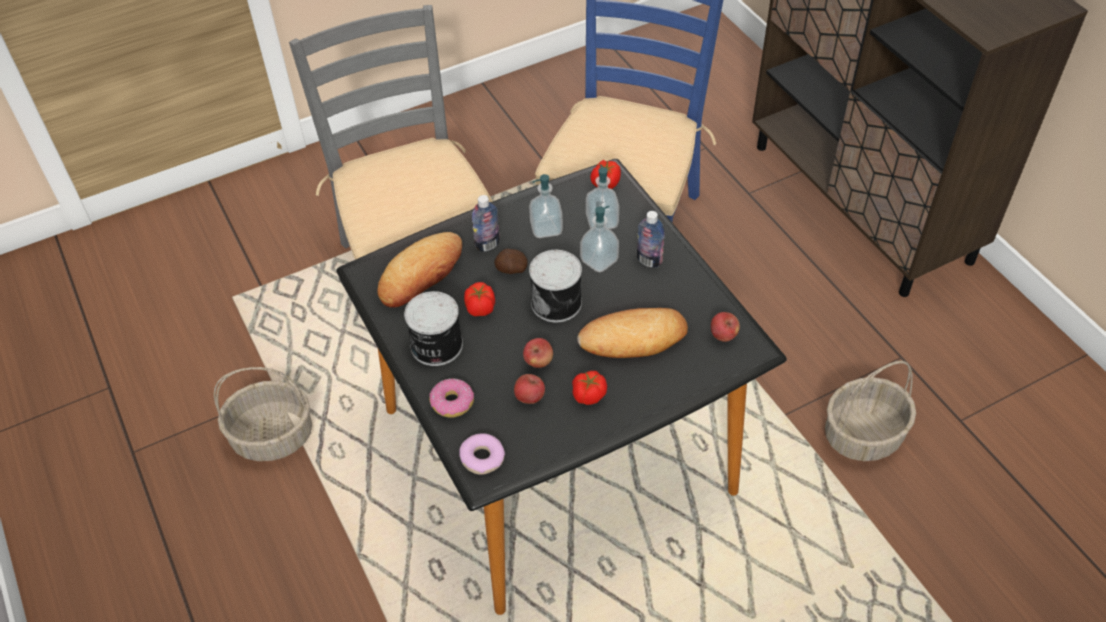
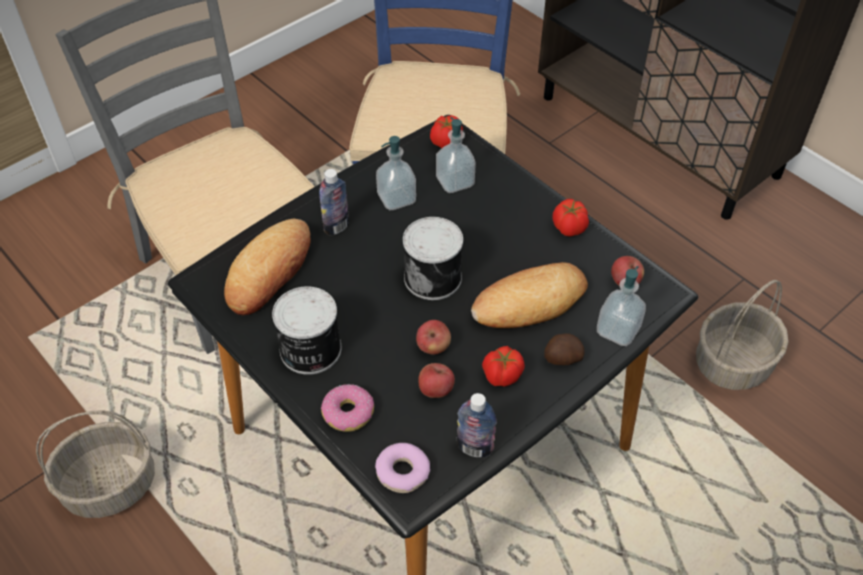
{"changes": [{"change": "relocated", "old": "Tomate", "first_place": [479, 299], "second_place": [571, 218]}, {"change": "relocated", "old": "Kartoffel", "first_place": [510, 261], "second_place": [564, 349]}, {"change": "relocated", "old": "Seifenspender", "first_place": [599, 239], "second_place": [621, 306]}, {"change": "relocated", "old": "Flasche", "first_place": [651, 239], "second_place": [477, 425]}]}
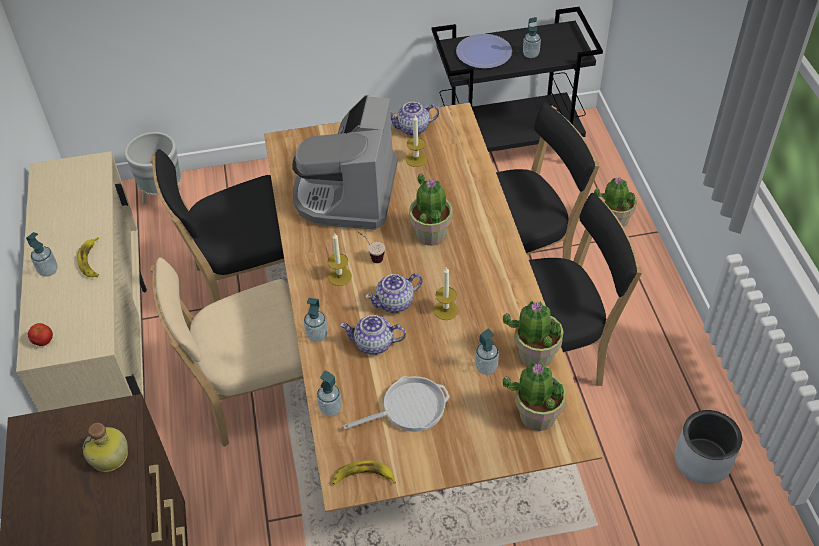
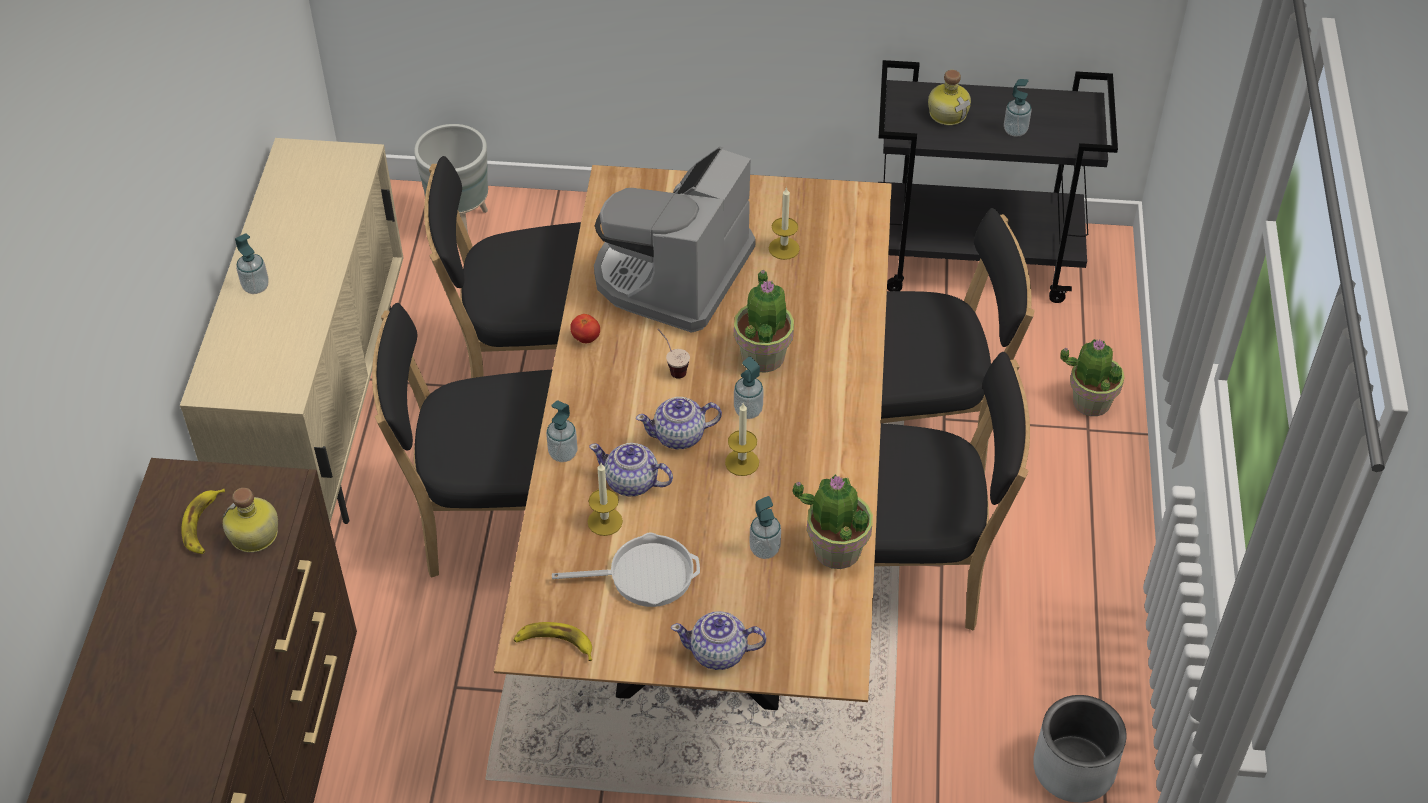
{"changes": [{"change": "relocated", "old": "Tomate", "first_place": [40, 334], "second_place": [585, 328]}, {"change": "relocated", "old": "Banane", "first_place": [88, 257], "second_place": [203, 521]}, {"change": "colour", "old": "Stuhl [beige]", "new": "Stuhl [schwarz]", "first_place": [227, 352], "second_place": [462, 440]}, {"change": "relocated", "old": "Seifenspender", "first_place": [329, 394], "second_place": [749, 388]}, {"change": "relocated", "old": "Kerze", "first_place": [340, 259], "second_place": [605, 499]}, {"change": "relocated", "old": "Teekanne", "first_place": [415, 119], "second_place": [718, 640]}, {"change": "exchanged", "old": "Teller", "new": "Flasche", "first_place": [484, 51], "second_place": [949, 97]}, {"change": "missing", "old": "Topfpflanze", "first_place": [534, 397]}]}
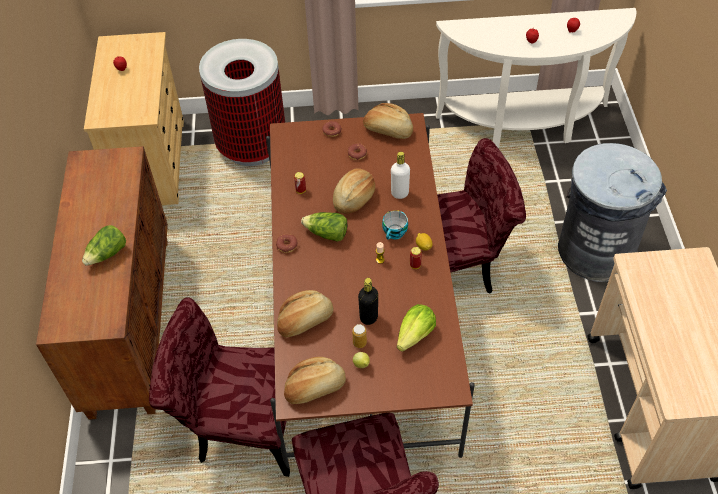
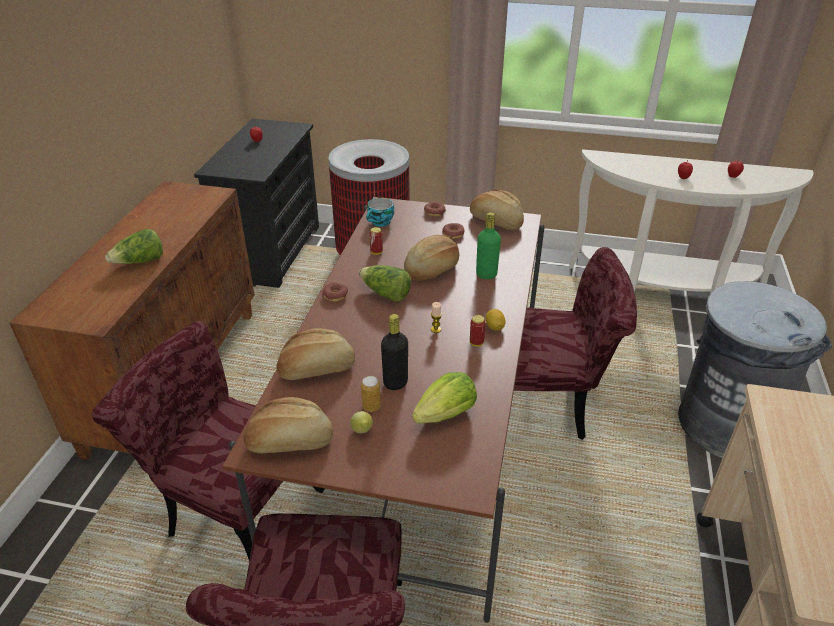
{"changes": [{"change": "colour", "old": "Kommode [beige]", "new": "Kommode [schwarz]", "first_place": [134, 118], "second_place": [256, 203]}, {"change": "relocated", "old": "Tasse", "first_place": [395, 225], "second_place": [380, 212]}, {"change": "colour", "old": "Flasche [weiß]", "new": "Flasche [grün]", "first_place": [400, 175], "second_place": [488, 245]}]}
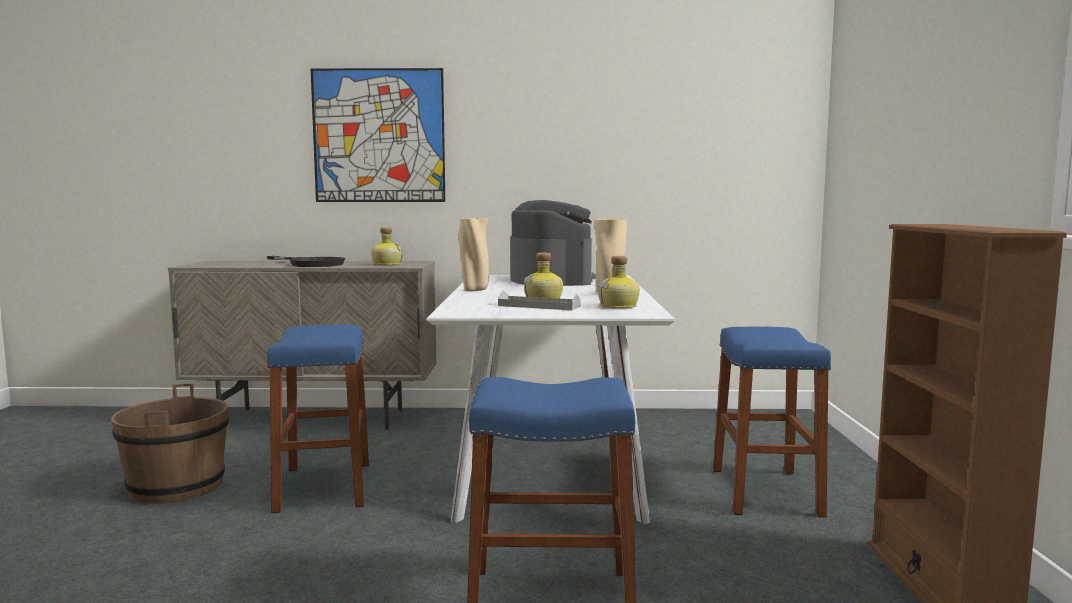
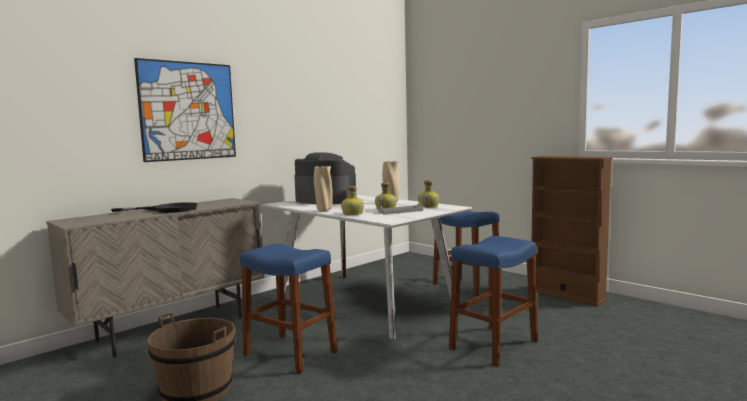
{"changes": [{"change": "relocated", "old": "Flasche", "first_place": [387, 246], "second_place": [352, 200]}]}
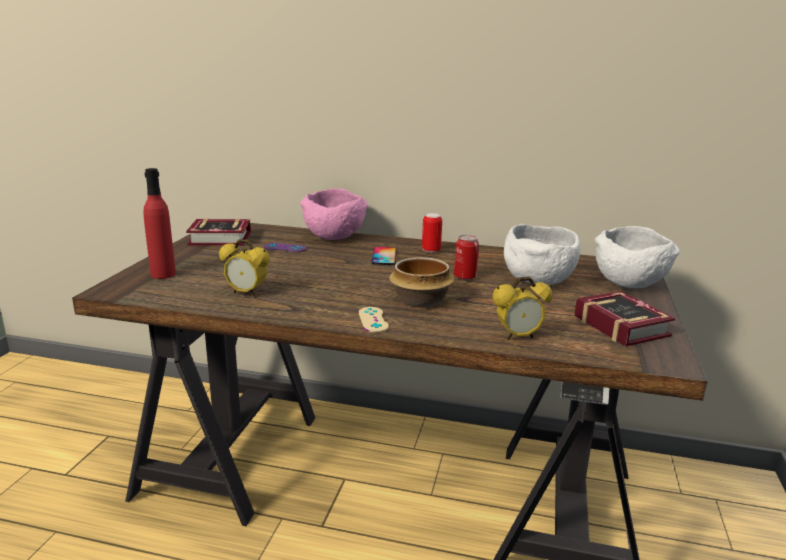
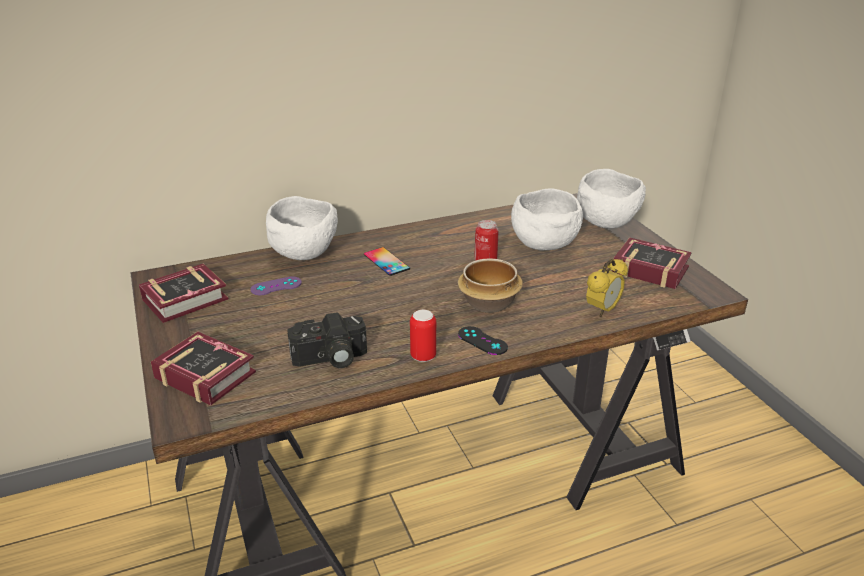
{"changes": [{"change": "exchanged", "old": "Flasche [rot]", "new": "Buch", "first_place": [159, 223], "second_place": [203, 368]}, {"change": "exchanged", "old": "Wecker", "new": "Kamera", "first_place": [244, 268], "second_place": [327, 340]}, {"change": "colour", "old": "Schüssel [rosa]", "new": "Schüssel [weiß]", "first_place": [334, 214], "second_place": [302, 228]}, {"change": "colour", "old": "Gamepad [beige]", "new": "Gamepad [schwarz]", "first_place": [374, 320], "second_place": [483, 340]}, {"change": "relocated", "old": "Dose", "first_place": [432, 233], "second_place": [423, 336]}]}
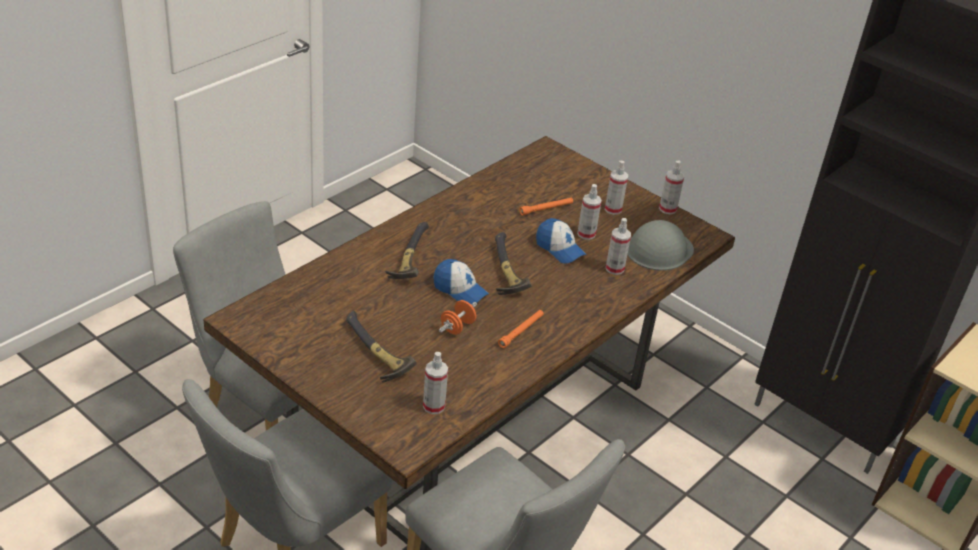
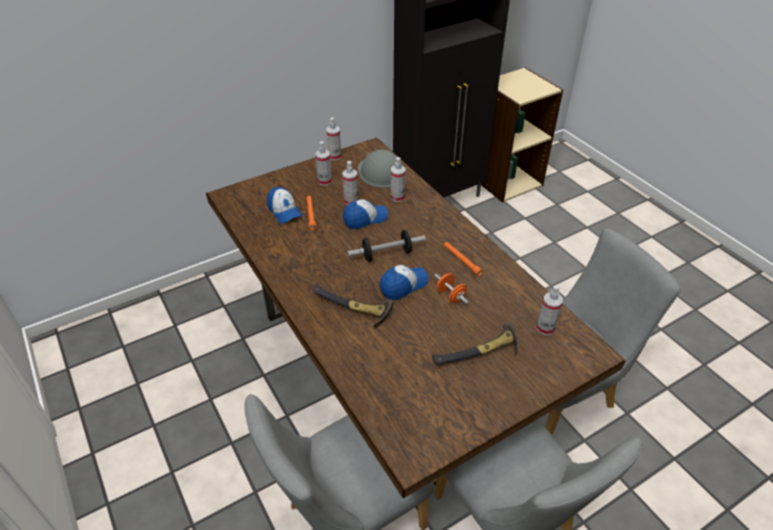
{"changes": [{"change": "exchanged", "old": "Hammer", "new": "Hantel", "first_place": [513, 263], "second_place": [387, 246]}, {"change": "appeared", "new": "Kappe", "second_place": [285, 205]}]}
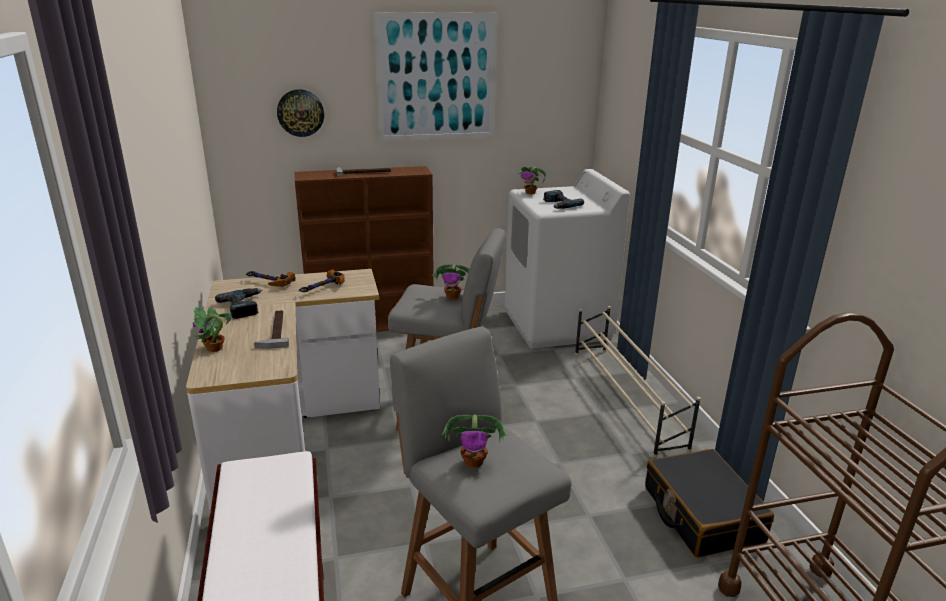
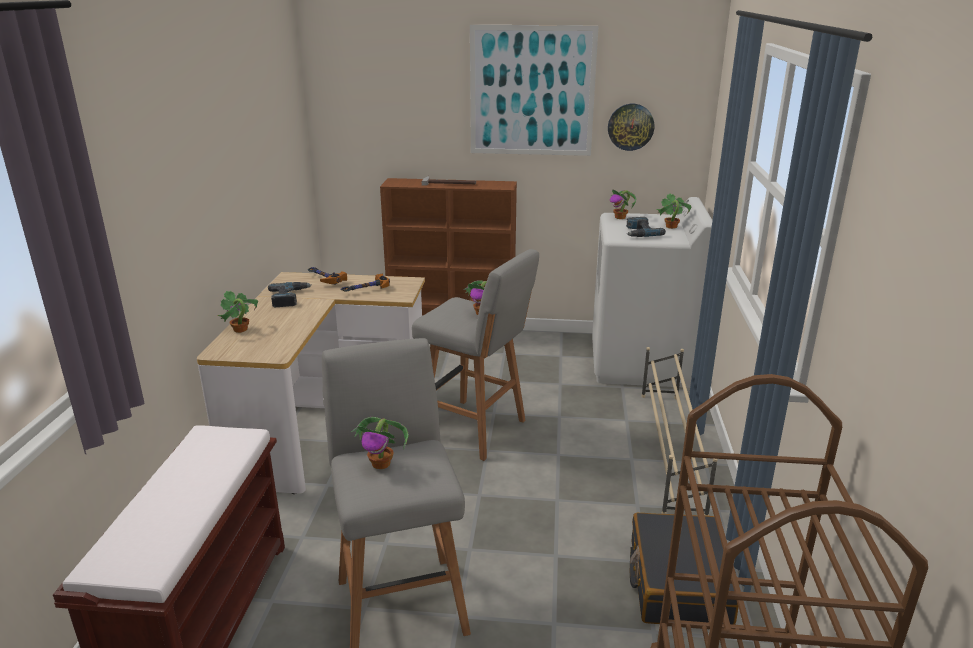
{"changes": [{"change": "missing", "old": "Hammer", "first_place": [271, 329]}, {"change": "relocated", "old": "Wanduhr", "first_place": [300, 113], "second_place": [631, 127]}, {"change": "appeared", "new": "Topfpflanze", "second_place": [674, 211]}]}
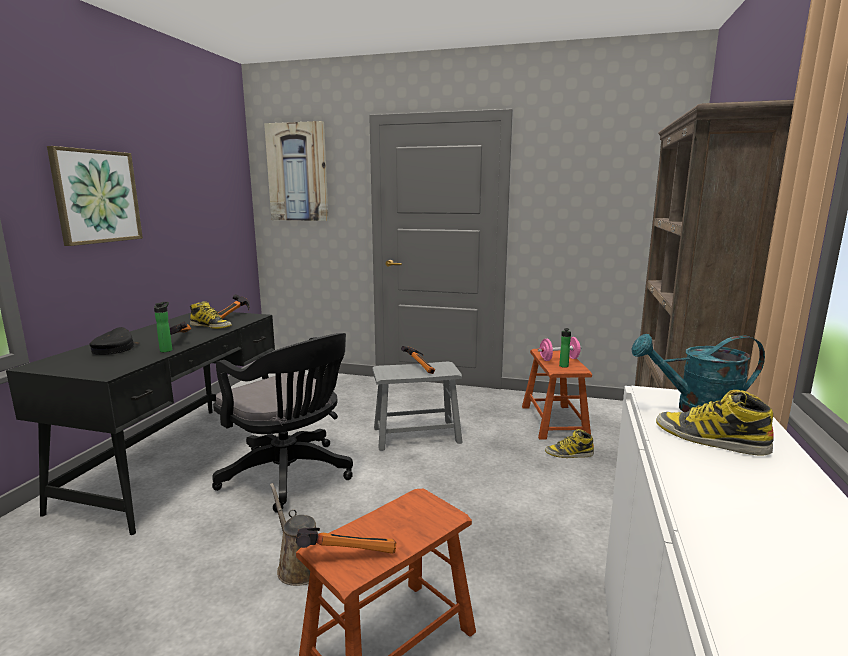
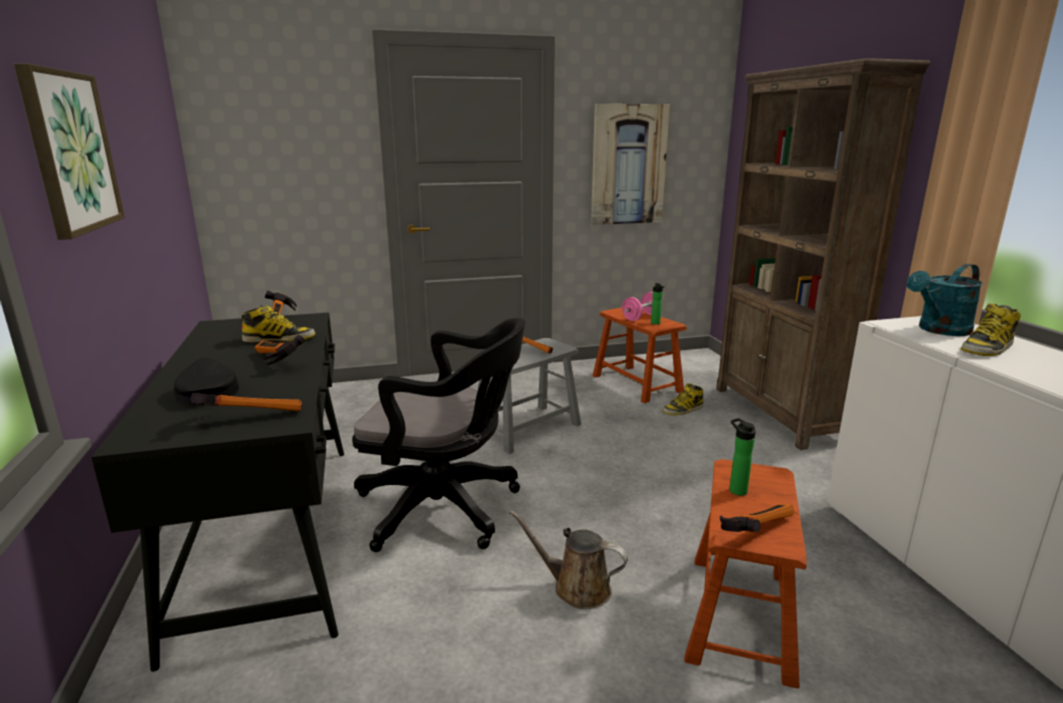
{"changes": [{"change": "relocated", "old": "Flasche", "first_place": [163, 327], "second_place": [742, 457]}, {"change": "relocated", "old": "Bild", "first_place": [296, 171], "second_place": [630, 164]}, {"change": "spun", "old": "Stiefel", "first_place": [715, 423], "second_place": [991, 329], "degrees": -45}, {"change": "appeared", "new": "Hammer", "second_place": [246, 401]}]}
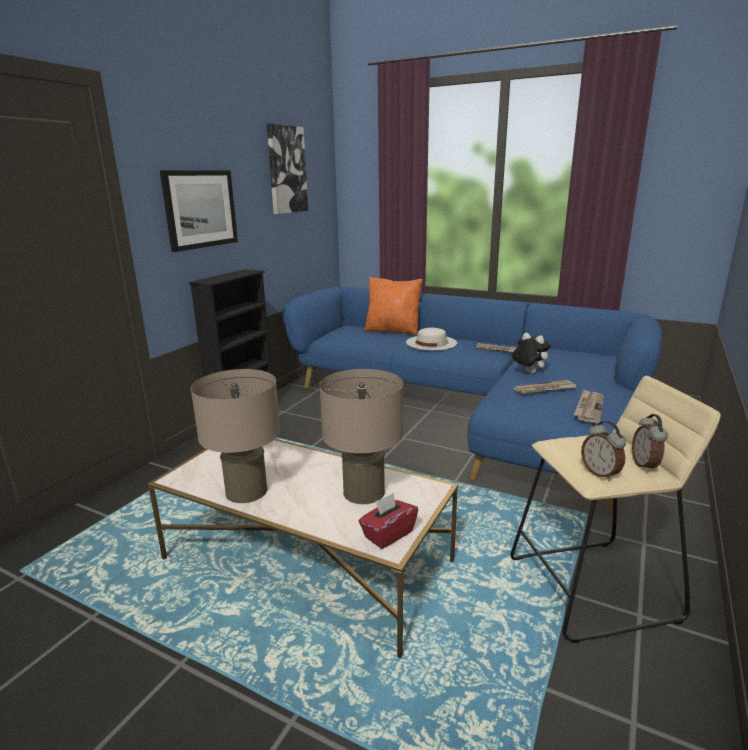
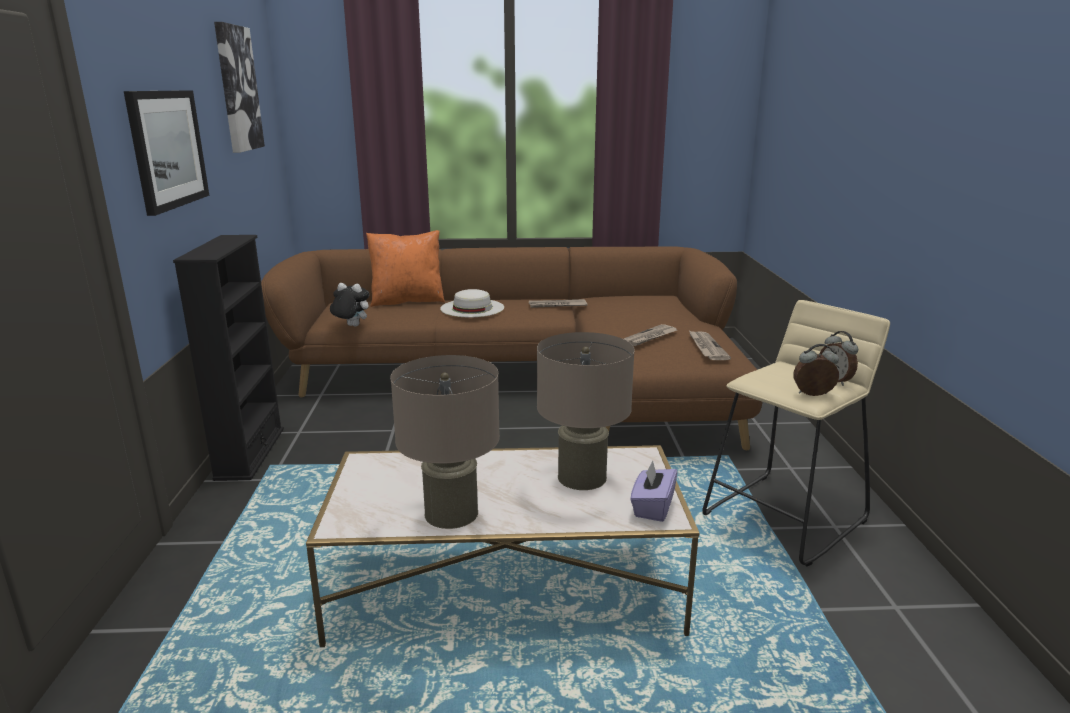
{"changes": [{"change": "colour", "old": "Sofa [blau]", "new": "Sofa [braun]", "first_place": [472, 400], "second_place": [512, 348]}, {"change": "colour", "old": "Taschentuchbox [rot]", "new": "Taschentuchbox [lila]", "first_place": [388, 521], "second_place": [653, 491]}, {"change": "relocated", "old": "Plüschtier", "first_place": [531, 353], "second_place": [349, 305]}, {"change": "spun", "old": "Wecker", "first_place": [603, 451], "second_place": [816, 370], "degrees": 150}]}
